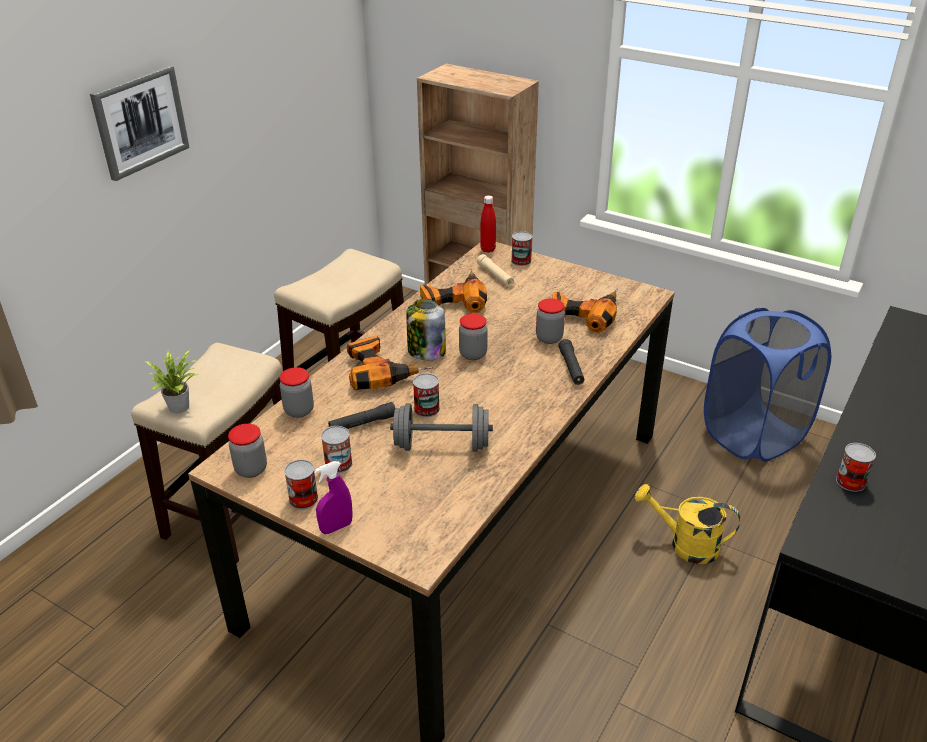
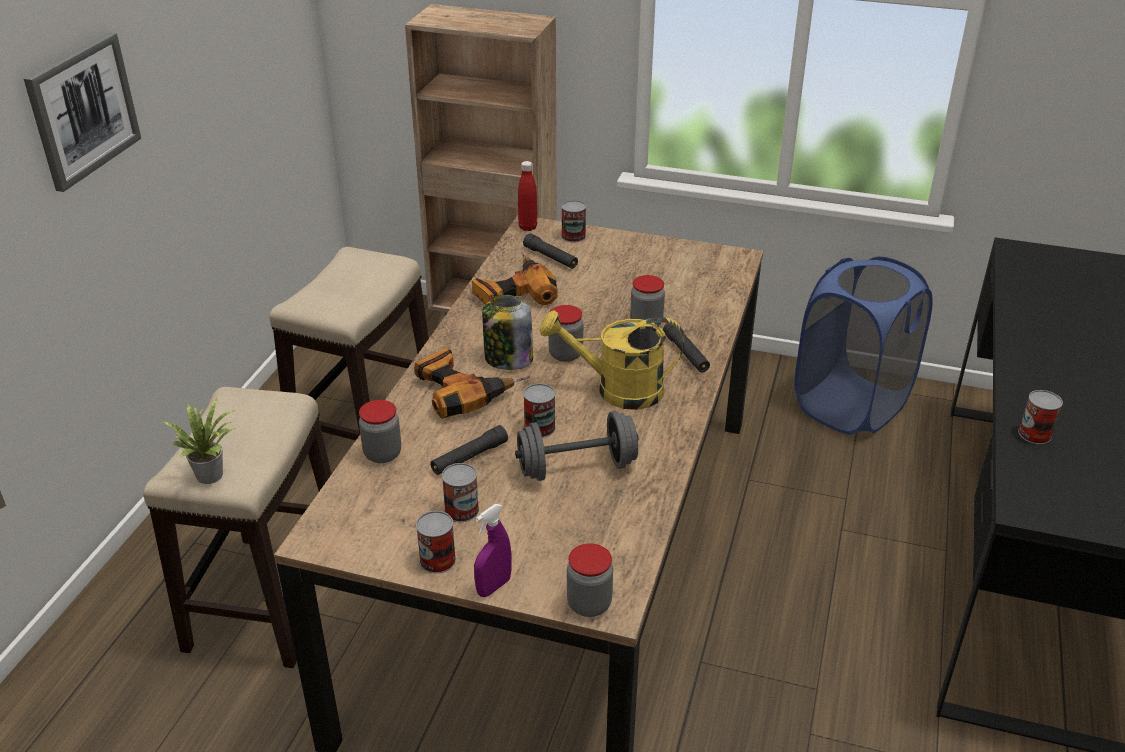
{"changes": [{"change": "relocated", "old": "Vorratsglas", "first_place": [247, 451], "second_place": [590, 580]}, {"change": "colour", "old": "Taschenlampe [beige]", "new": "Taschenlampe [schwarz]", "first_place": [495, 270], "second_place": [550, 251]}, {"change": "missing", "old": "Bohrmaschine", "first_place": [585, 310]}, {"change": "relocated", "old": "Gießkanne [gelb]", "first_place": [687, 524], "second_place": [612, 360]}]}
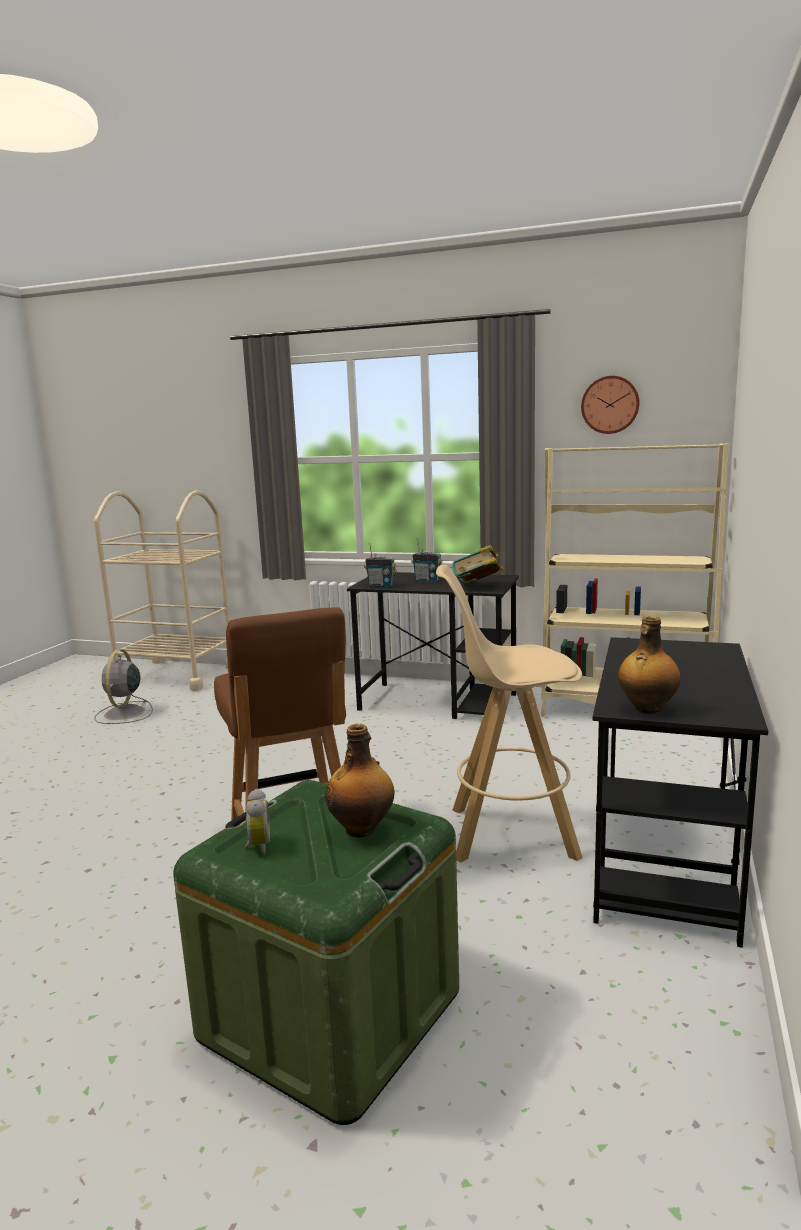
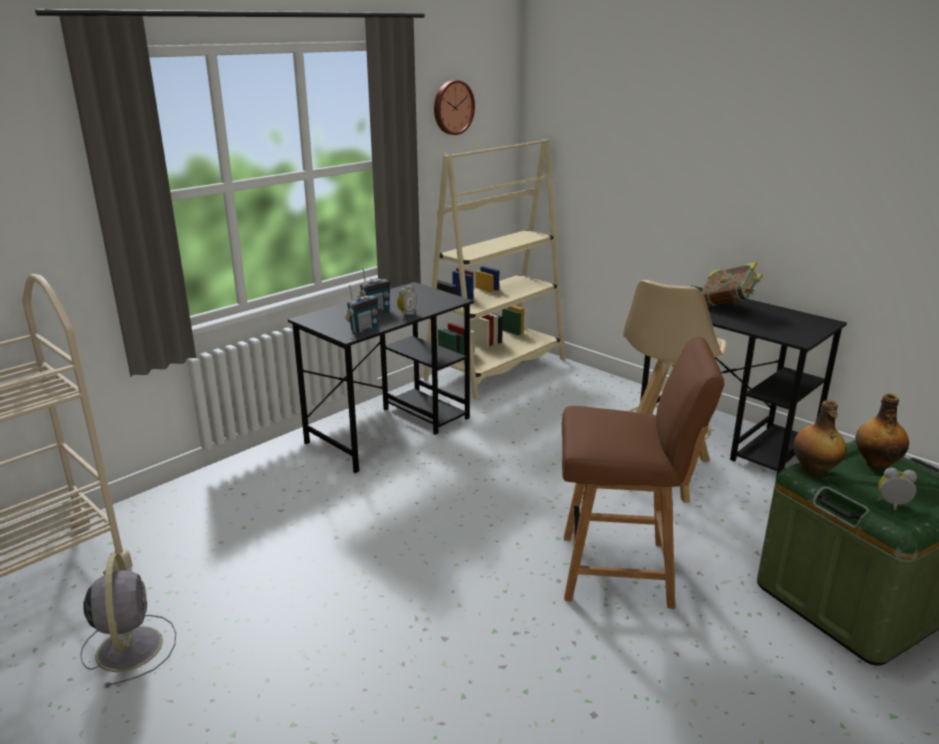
{"changes": [{"change": "spun", "old": "Ventilator [grau]", "first_place": [123, 686], "second_place": [128, 621], "degrees": -135}, {"change": "relocated", "old": "Buch", "first_place": [478, 564], "second_place": [732, 284]}, {"change": "relocated", "old": "Flasche", "first_place": [649, 665], "second_place": [819, 438]}, {"change": "appeared", "new": "Wecker", "second_place": [407, 300]}]}
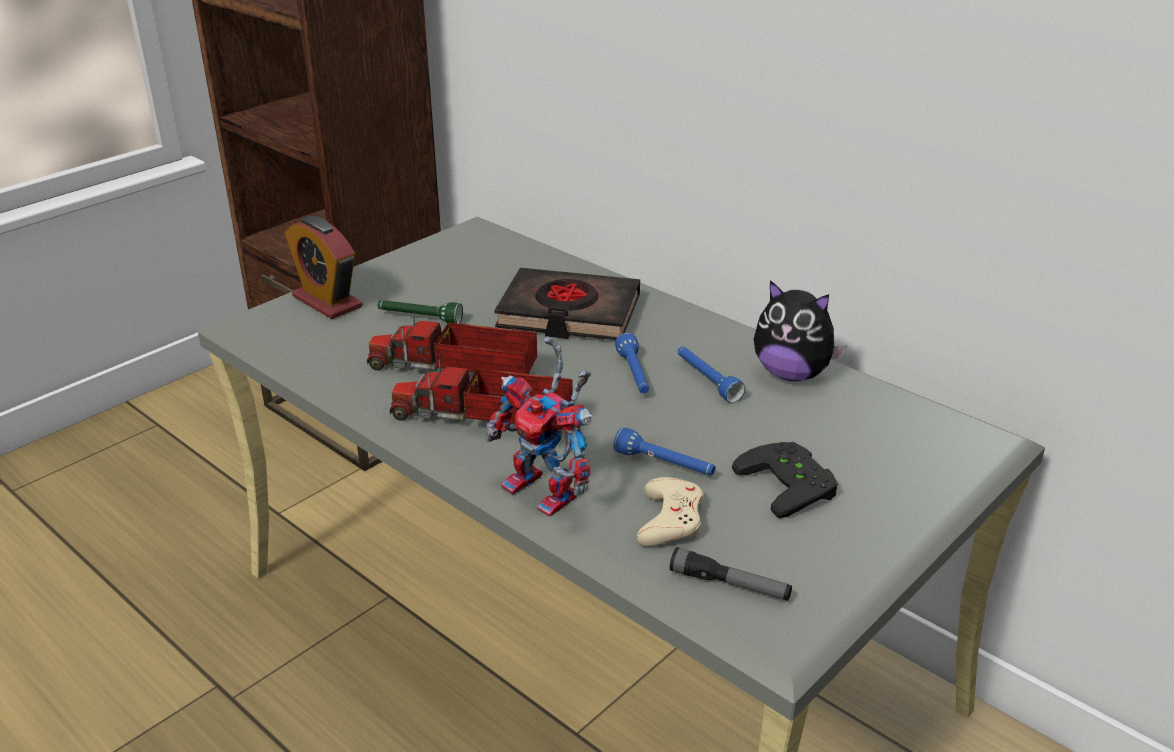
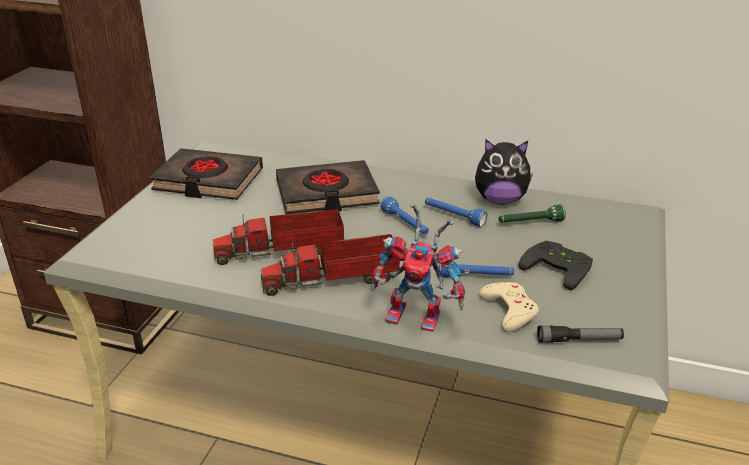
{"changes": [{"change": "missing", "old": "Wecker", "first_place": [324, 267]}, {"change": "relocated", "old": "Taschenlampe [grün]", "first_place": [420, 312], "second_place": [532, 214]}, {"change": "appeared", "new": "Buch [schwarz]", "second_place": [206, 174]}]}
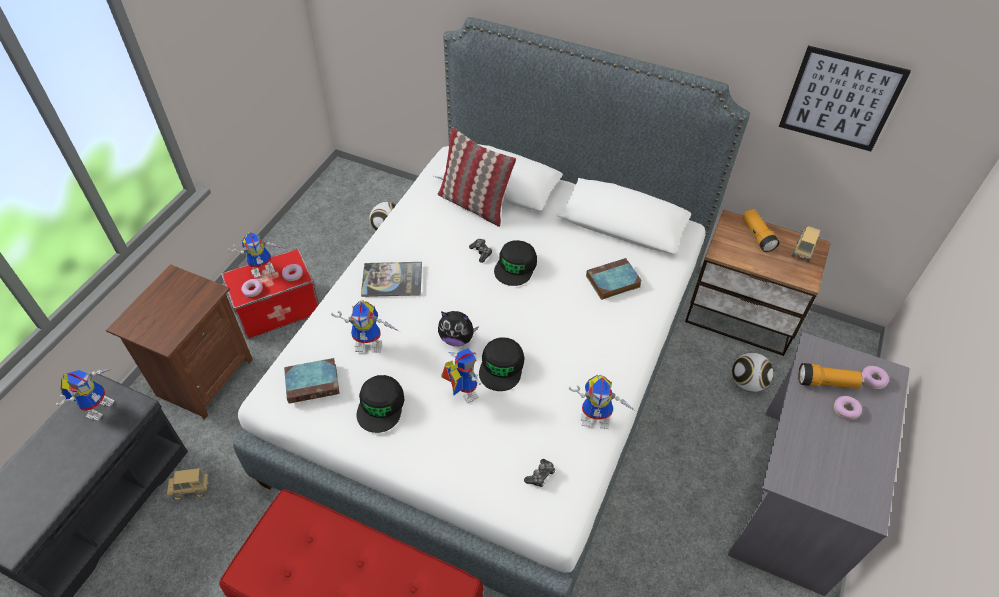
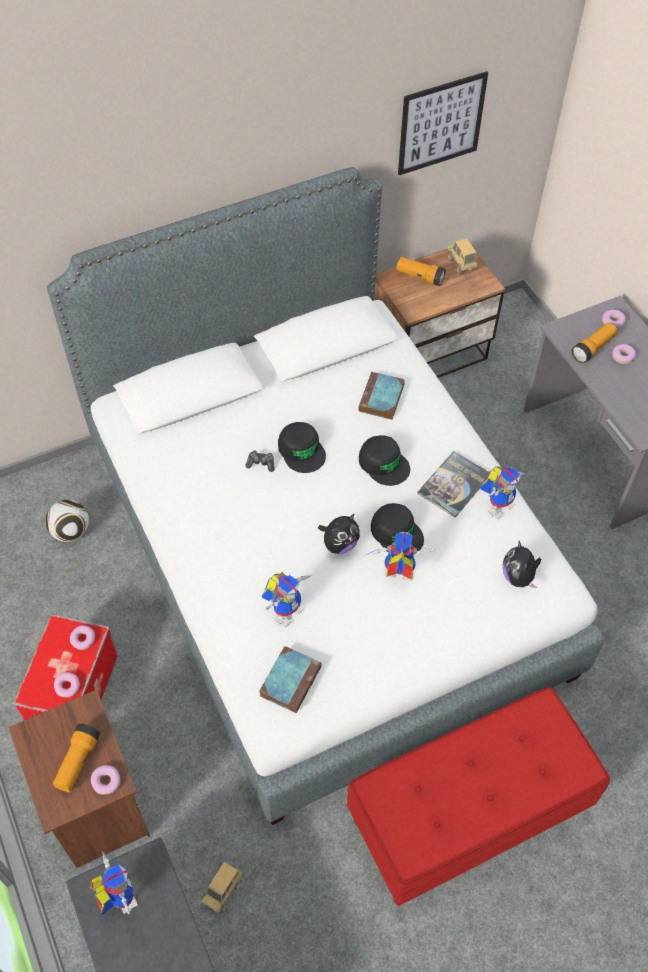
{"changes": [{"change": "missing", "old": "Spielzeugroboter", "first_place": [257, 255]}, {"change": "relocated", "old": "Kappe [schwarz]", "first_place": [380, 404], "second_place": [384, 460]}, {"change": "relocated", "old": "Buch", "first_place": [391, 279], "second_place": [453, 484]}, {"change": "missing", "old": "Kissen", "first_place": [477, 177]}, {"change": "exchanged", "old": "Gamepad", "new": "Plüschtier", "first_place": [539, 473], "second_place": [522, 565]}, {"change": "missing", "old": "Fußball", "first_place": [752, 372]}, {"change": "appeared", "new": "Taschenlampe", "second_place": [76, 758]}, {"change": "appeared", "new": "Donut", "second_place": [105, 780]}]}
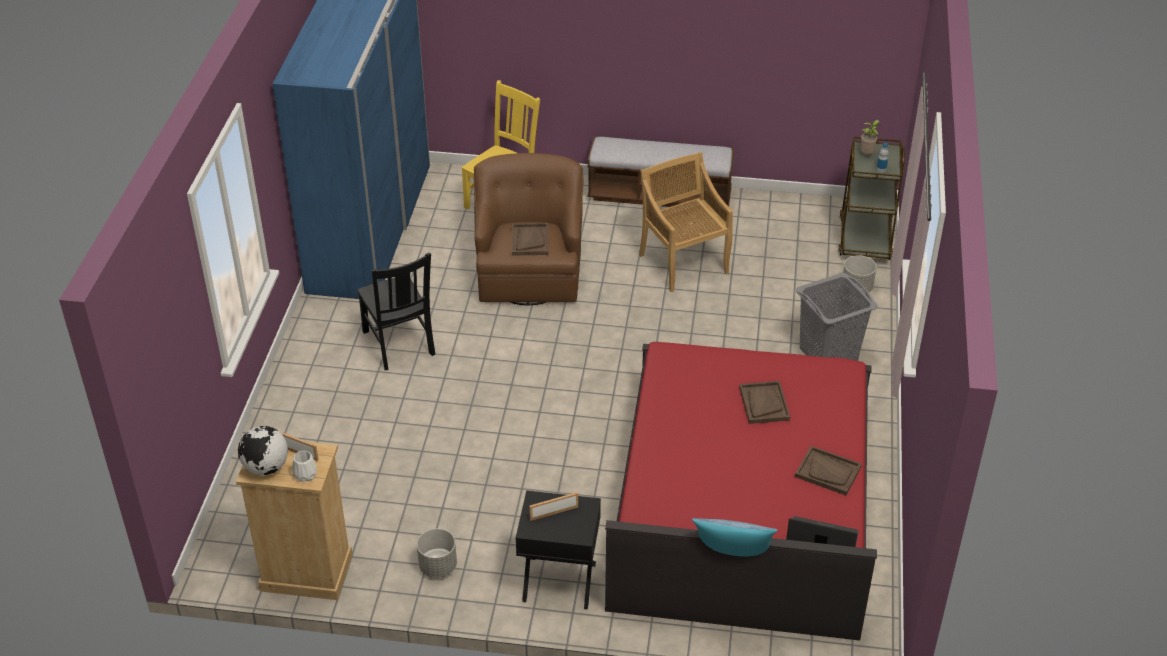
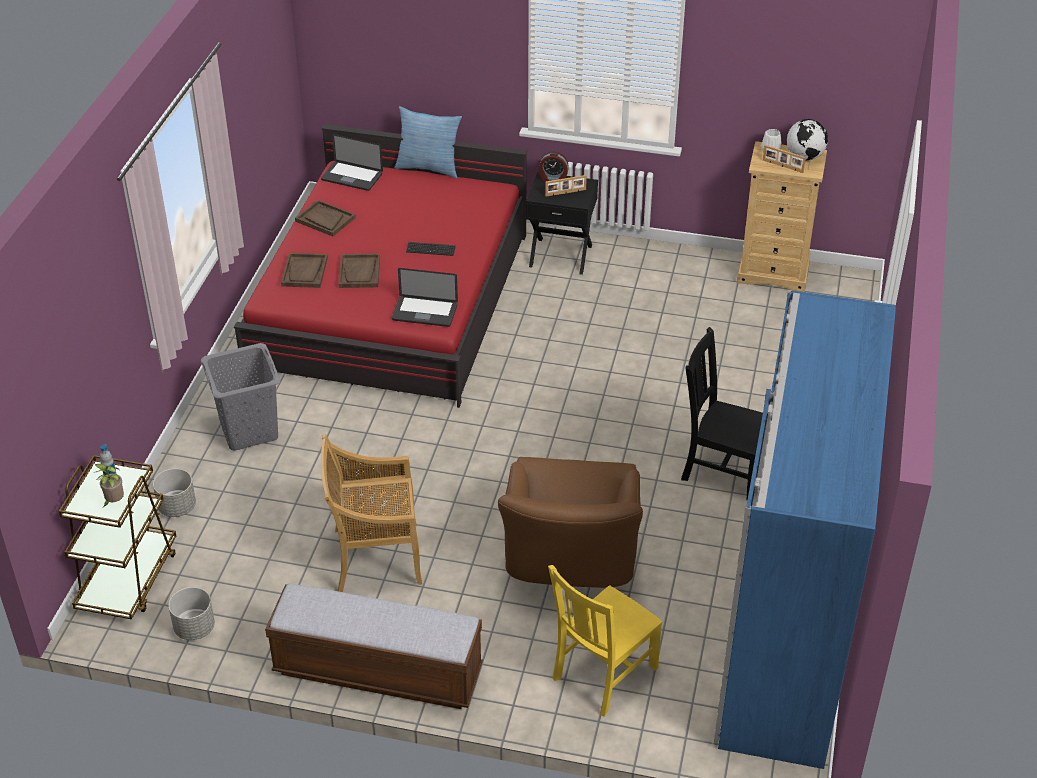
{"changes": [{"change": "spun", "old": "Stuhl [schwarz]", "first_place": [396, 311], "second_place": [722, 413], "degrees": -45}, {"change": "relocated", "old": "Pflanzkübel [grau]", "first_place": [437, 553], "second_place": [192, 613]}, {"change": "relocated", "old": "Tablett [braun]", "first_place": [530, 239], "second_place": [304, 270]}, {"change": "spun", "old": "Stuhl [beige]", "first_place": [686, 222], "second_place": [372, 513], "degrees": 105}, {"change": "appeared", "new": "Laptop", "second_place": [425, 297]}, {"change": "appeared", "new": "Tastatur", "second_place": [431, 249]}, {"change": "appeared", "new": "Wecker", "second_place": [554, 167]}]}
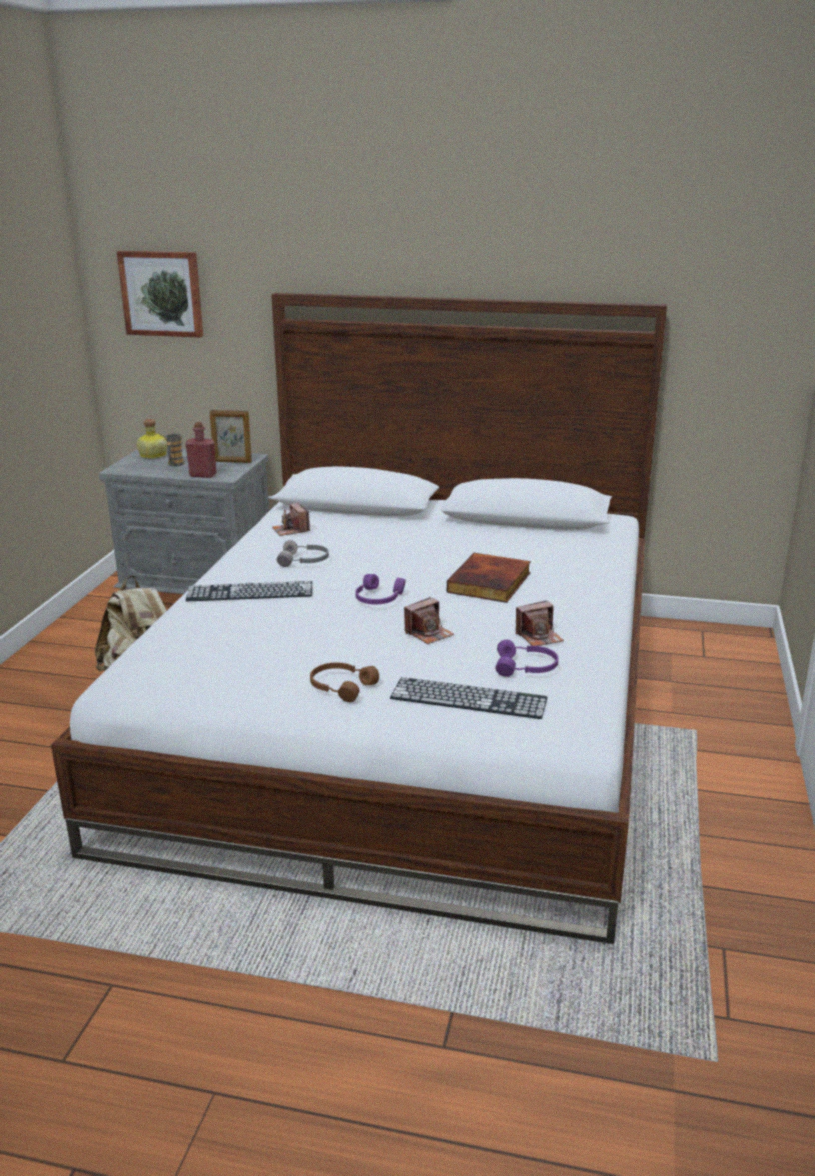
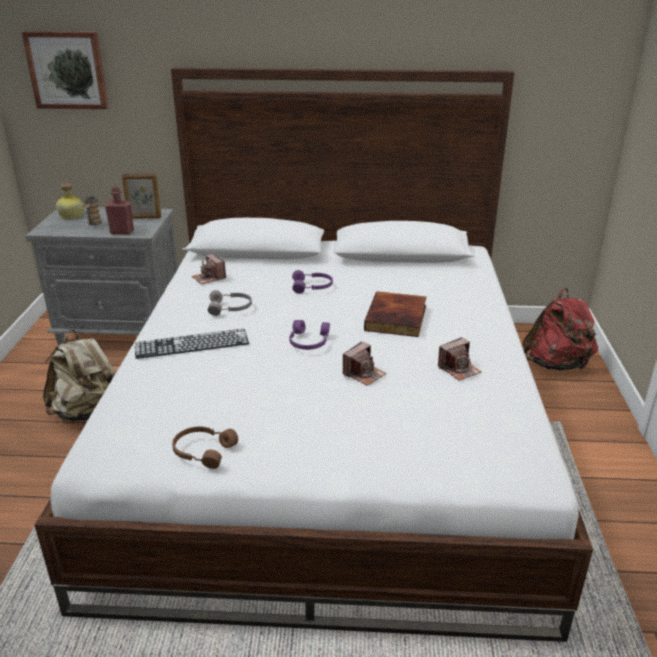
{"changes": [{"change": "relocated", "old": "Kopfhörer [braun]", "first_place": [344, 682], "second_place": [205, 448]}, {"change": "missing", "old": "Tastatur", "first_place": [469, 698]}, {"change": "relocated", "old": "Kopfhörer [lila]", "first_place": [526, 658], "second_place": [312, 281]}, {"change": "appeared", "new": "Rucksack [rot]", "second_place": [560, 329]}]}
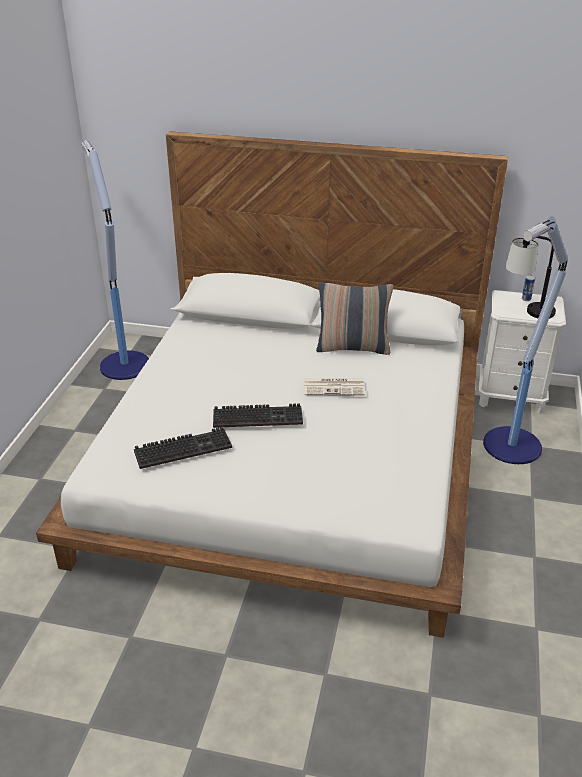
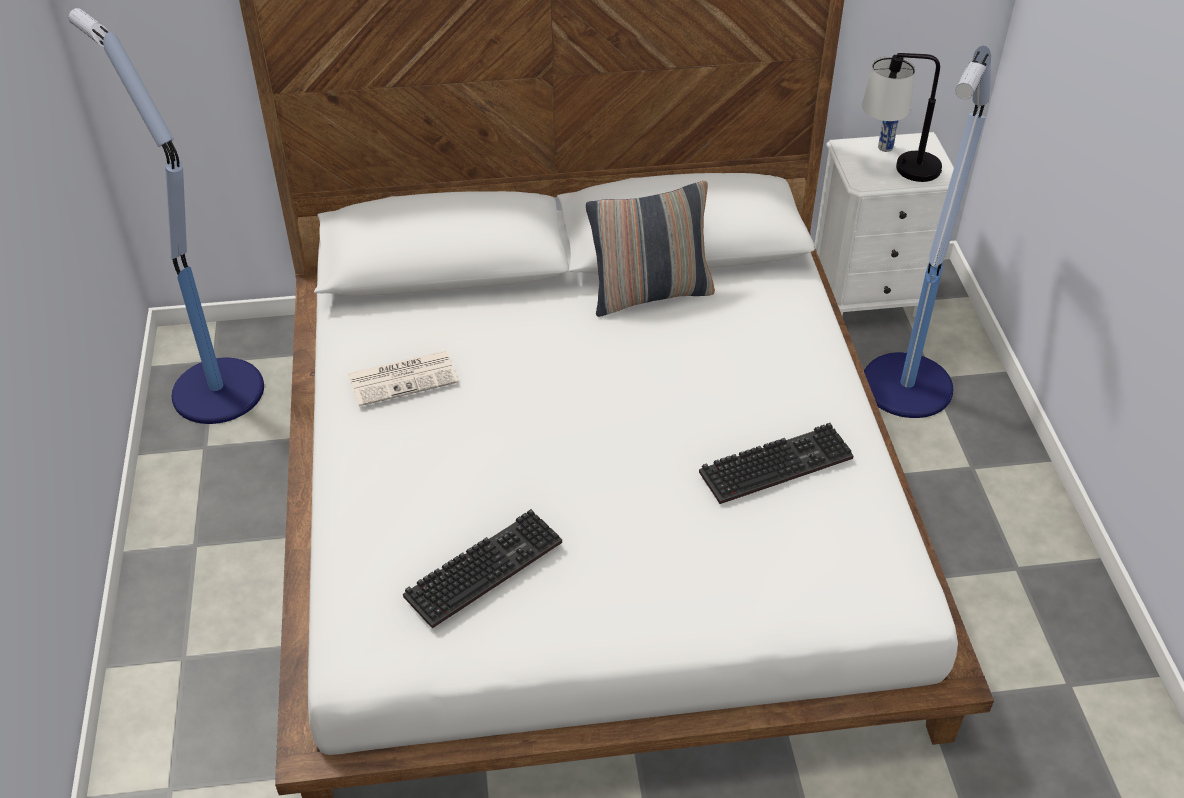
{"changes": [{"change": "relocated", "old": "Tastatur", "first_place": [258, 415], "second_place": [776, 463]}, {"change": "relocated", "old": "Zeitung", "first_place": [334, 387], "second_place": [403, 378]}]}
